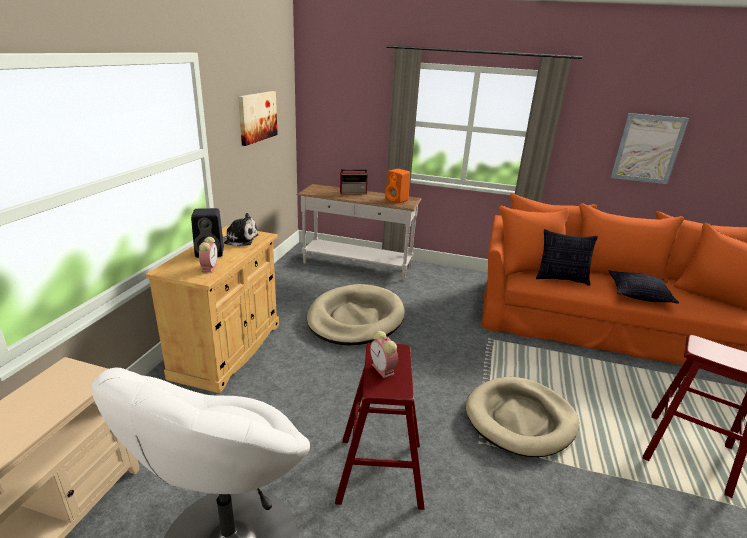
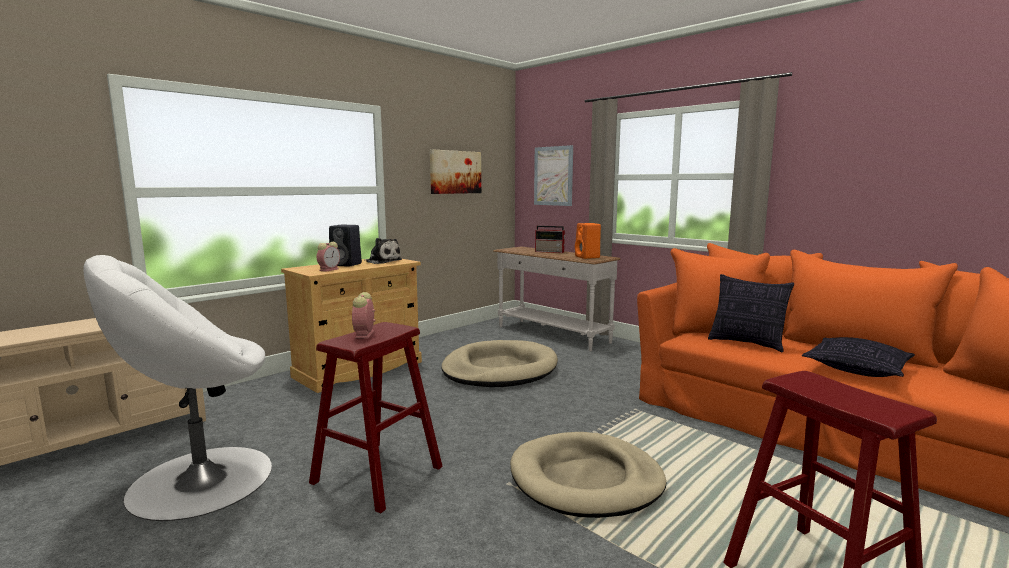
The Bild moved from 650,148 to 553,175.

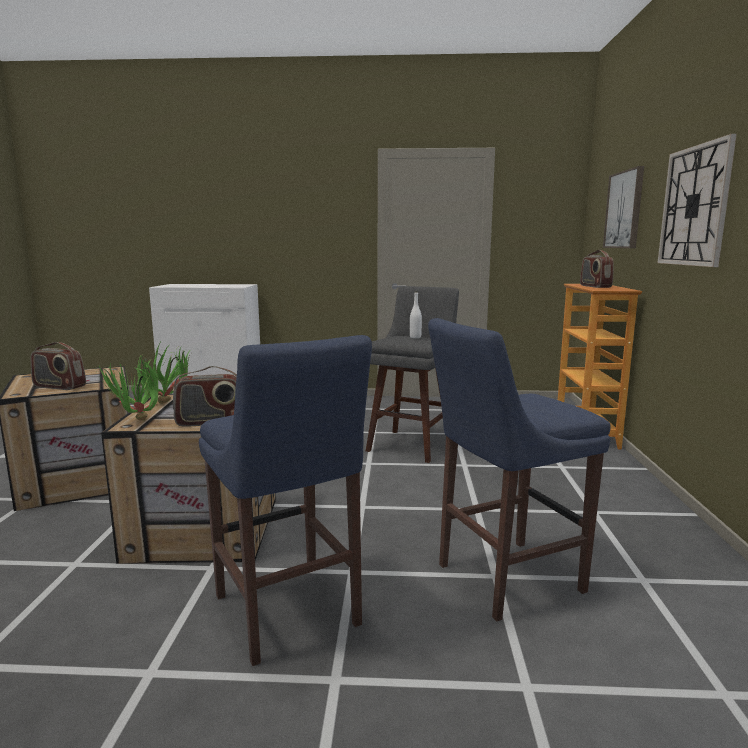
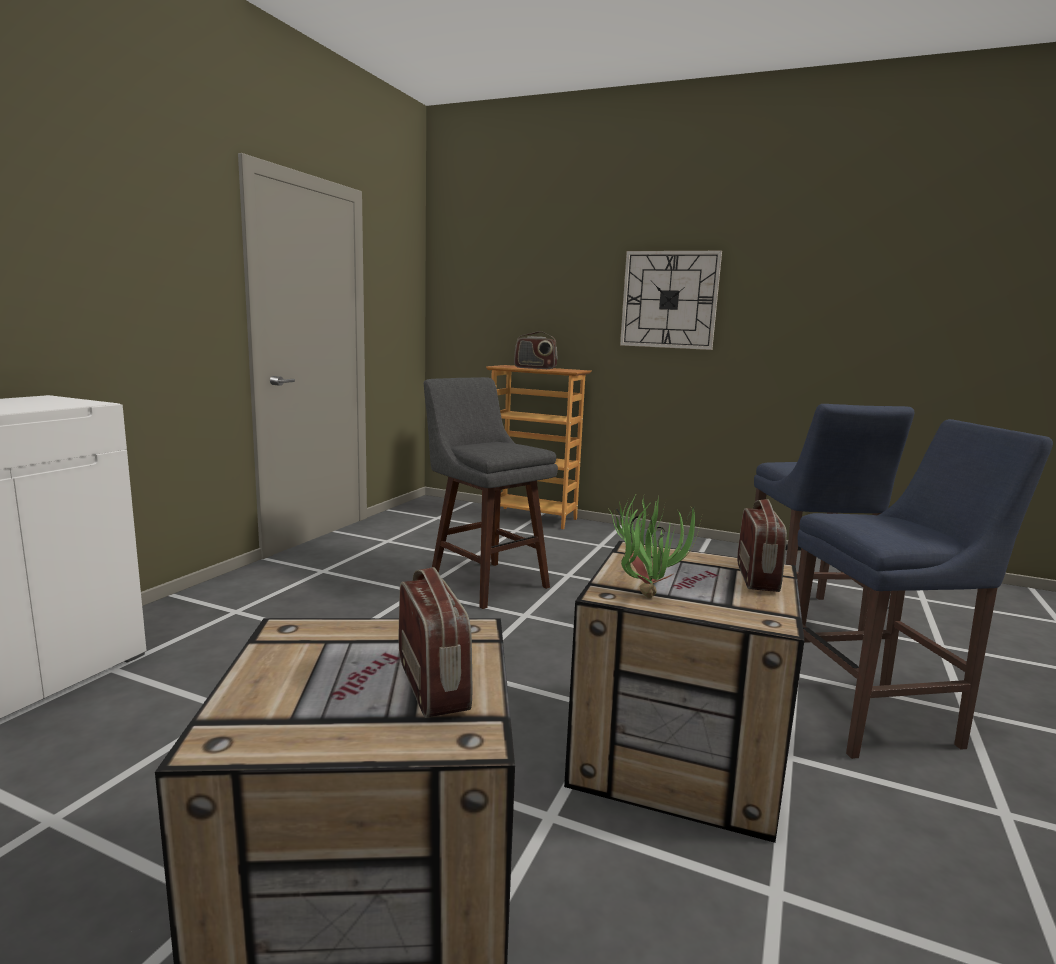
The Radio at 58,366 turned 60 degrees counterclockwise. The Topfpflanze at 127,390 disappeared. The Flasche [weiß] at 416,314 disappeared. The Bild at 623,207 disappeared.

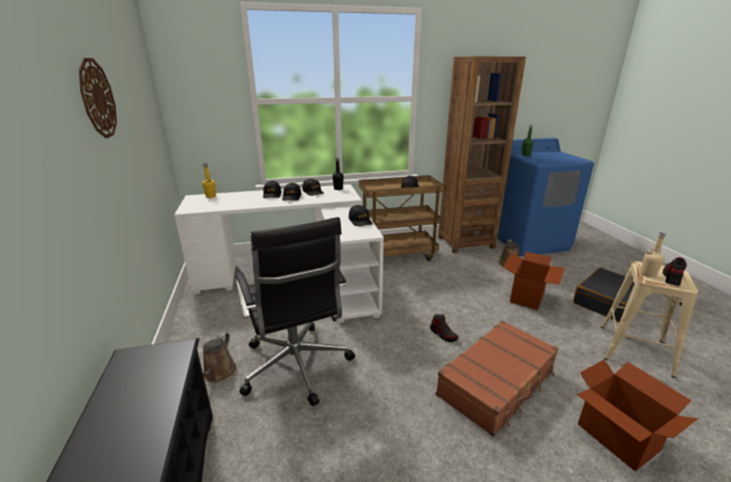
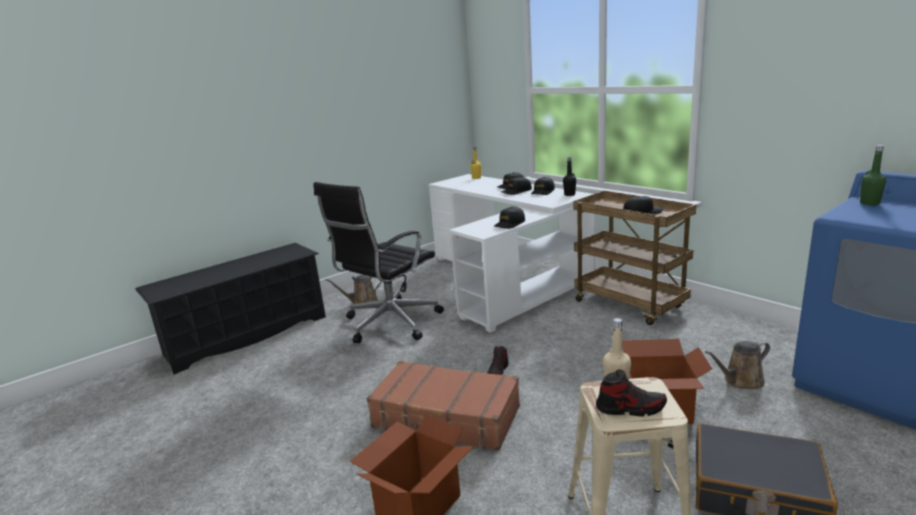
The Wanduhr at 98,98 disappeared. The Bücherregal [braun] at 482,154 disappeared.

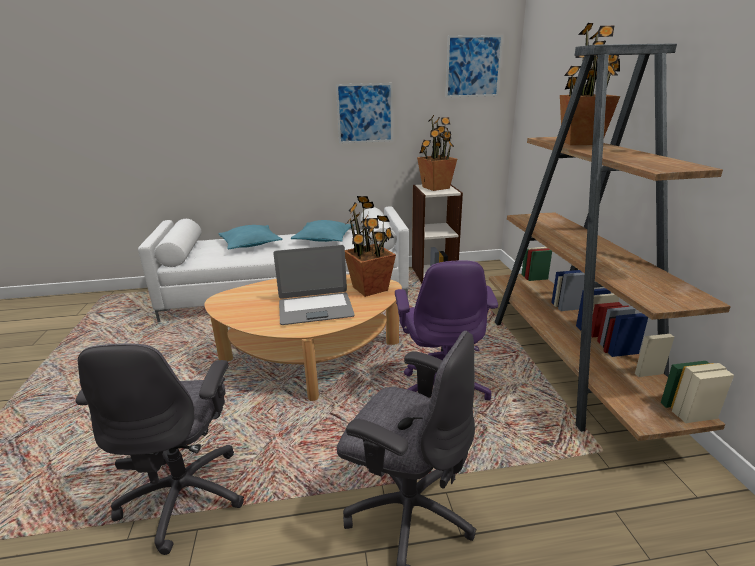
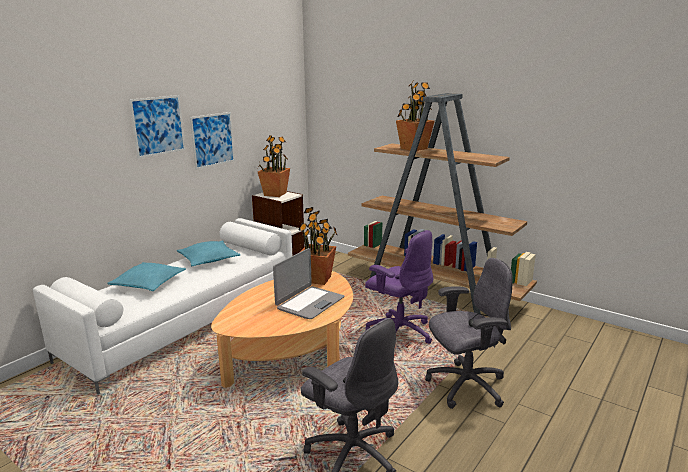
The Bild moved from 474,66 to 157,127.

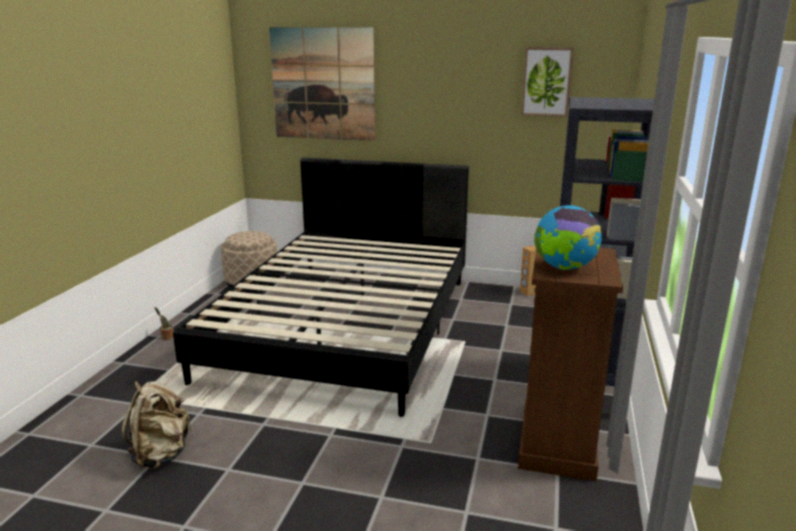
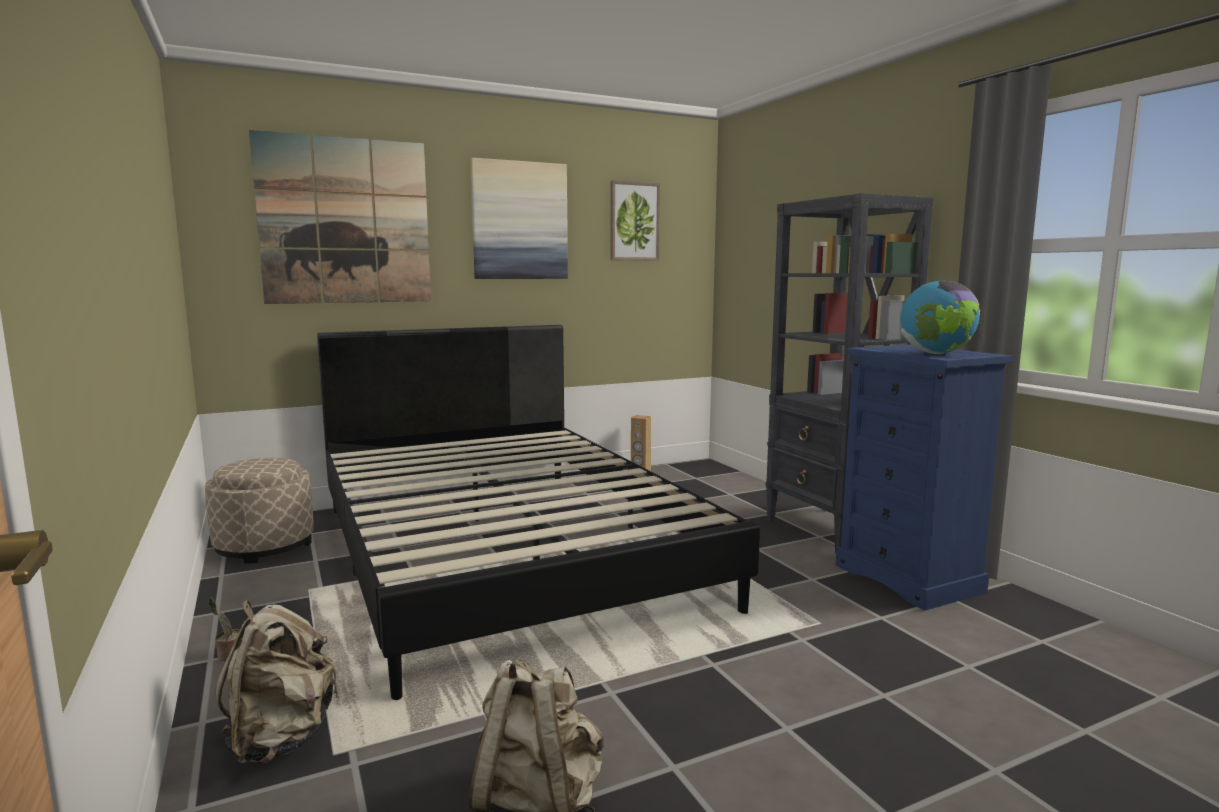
The Kommode [braun] at 570,364 became the Kommode [blau] at 924,477. The Rucksack [beige] at 277,682 appeared. The Bild at 519,218 appeared.

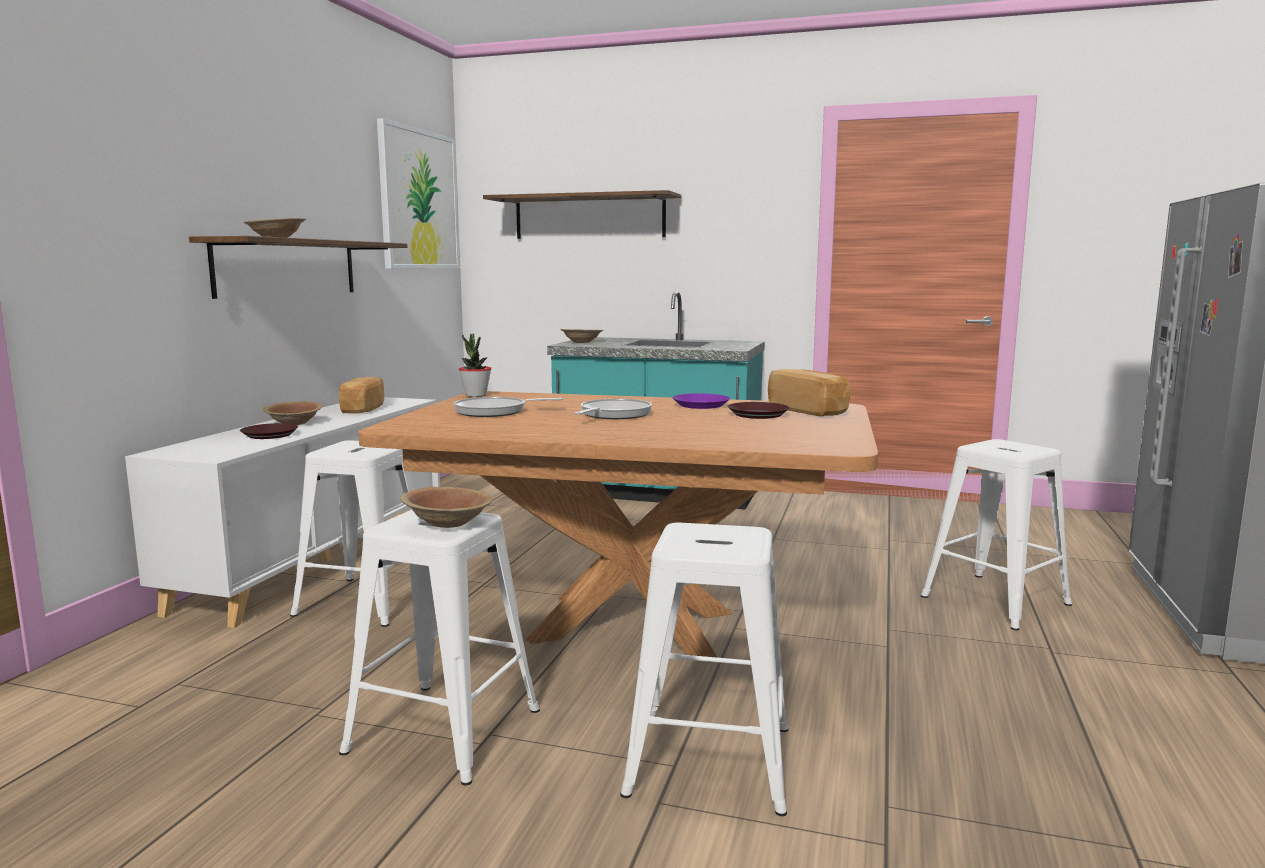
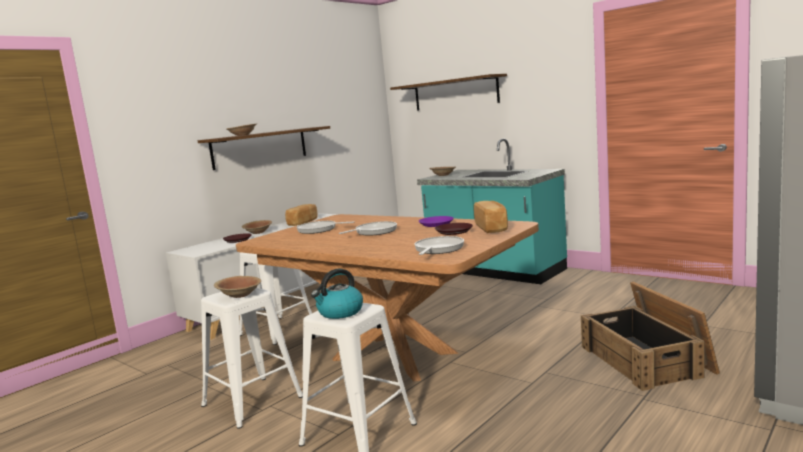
The Bild at 418,193 disappeared. The Topfpflanze at 475,365 disappeared. The Hocker [weiß] at 996,534 was replaced by the Kiste at 650,336. The Wasserkessel at 337,294 appeared. The Pfanne at 439,245 appeared.

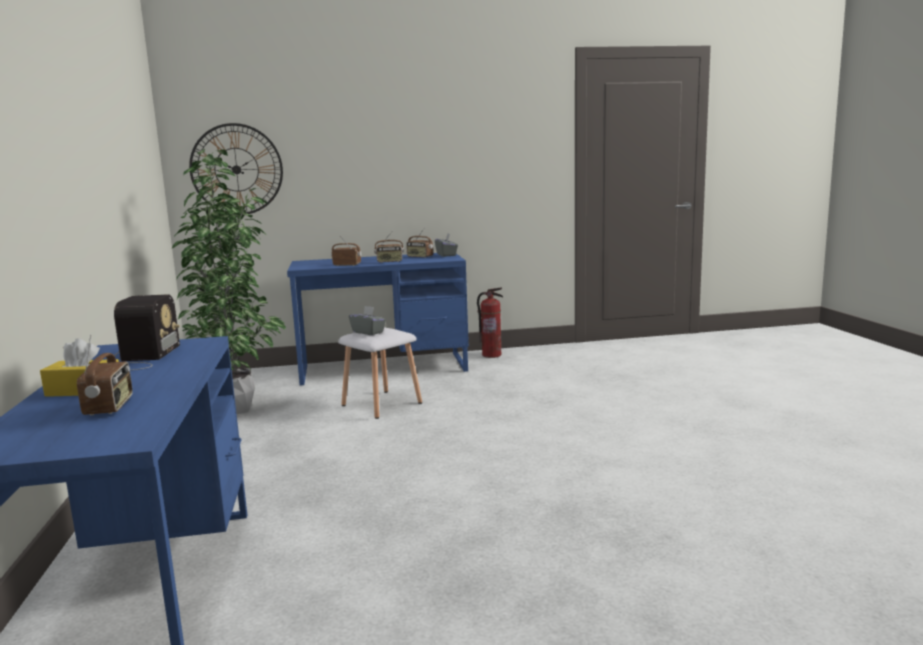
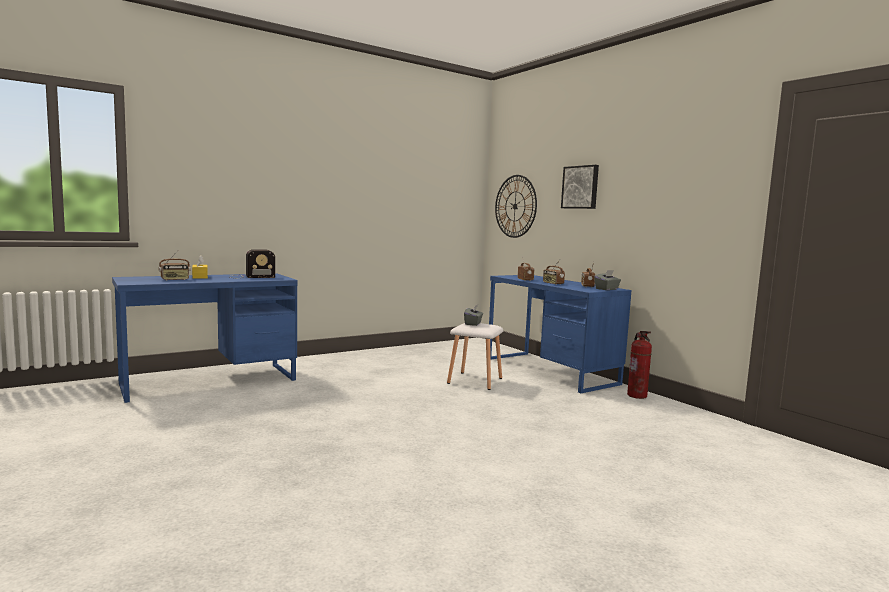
The Topfpflanze at 229,281 disappeared. The Bild at 580,187 appeared.

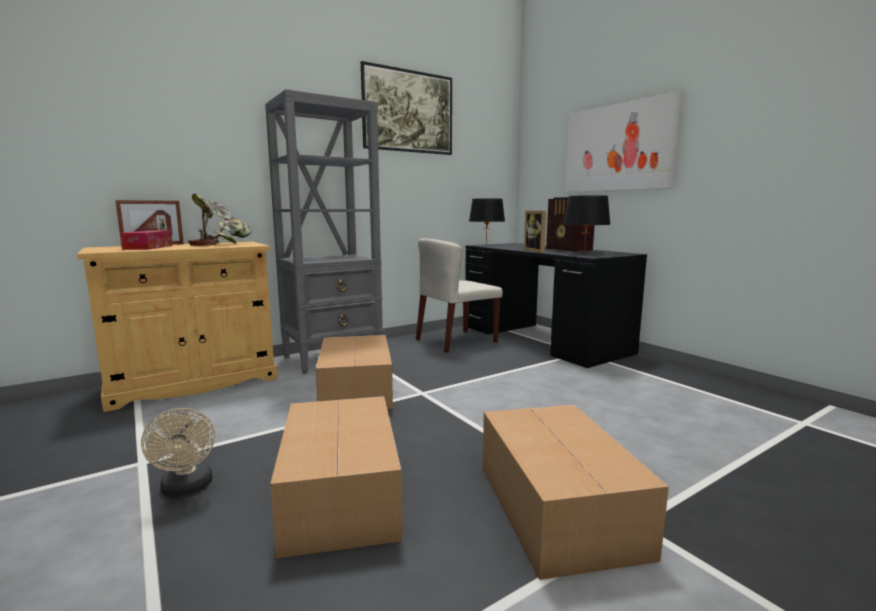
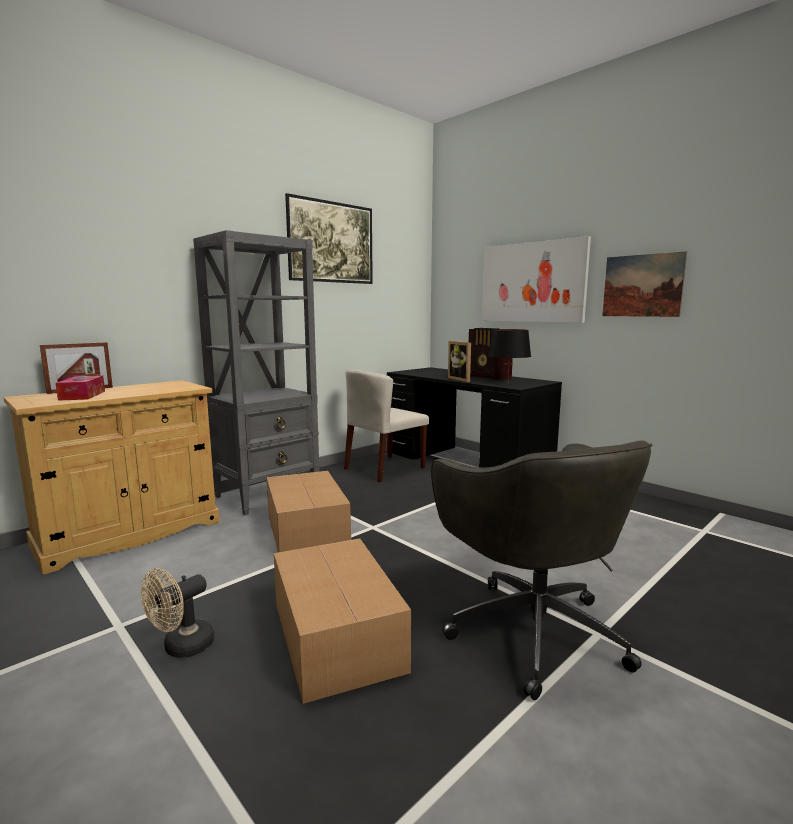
The Ventilator [beige] at 178,452 turned 75 degrees clockwise. The Topfpflanze at 220,220 disappeared. The Tischlampe [schwarz] at 487,221 disappeared. The Karton at 576,492 was replaced by the Bürostuhl [grau] at 541,570. The Bild at 644,284 appeared.

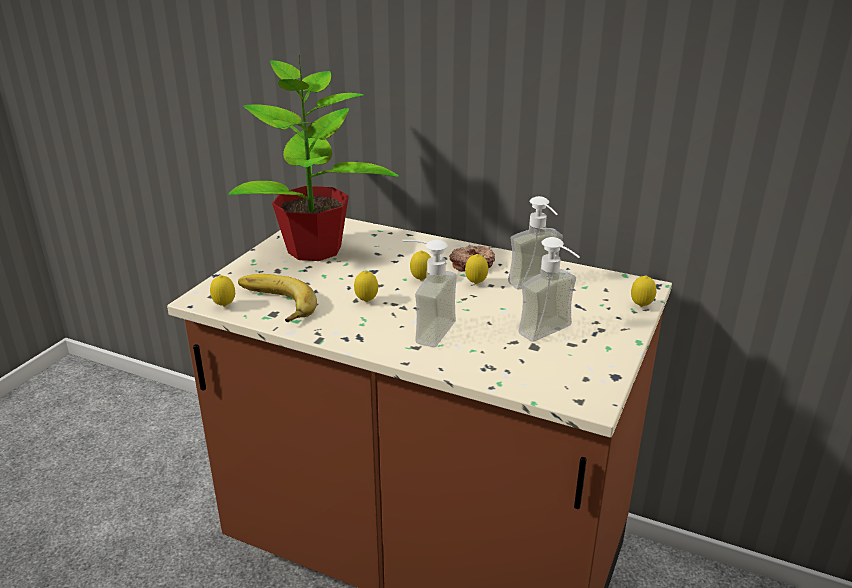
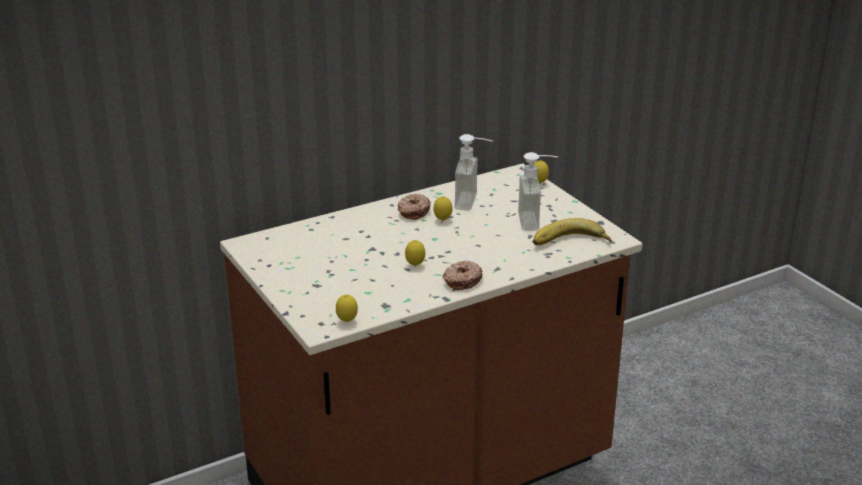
The Topfpflanze at 313,158 disappeared. The Banane moved from 277,298 to 572,231. The Seifenspender at 429,293 disappeared. The Zitrone at 420,266 disappeared. The Donut at 463,275 appeared.

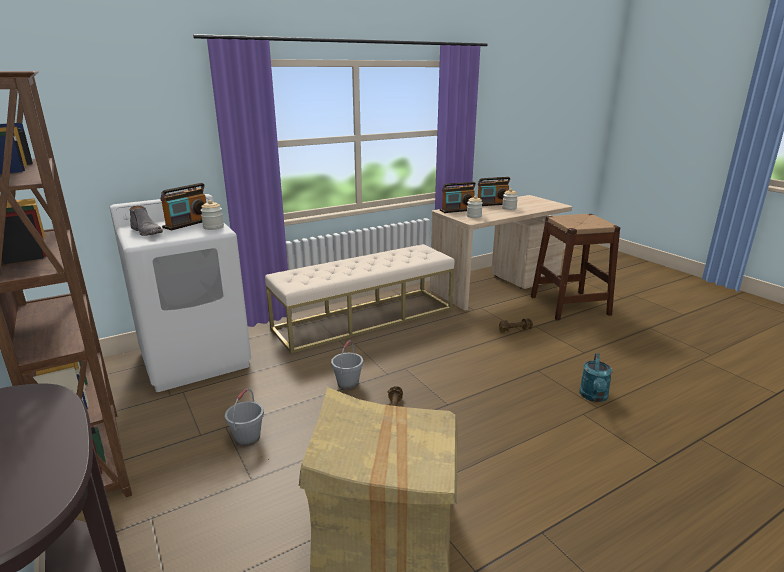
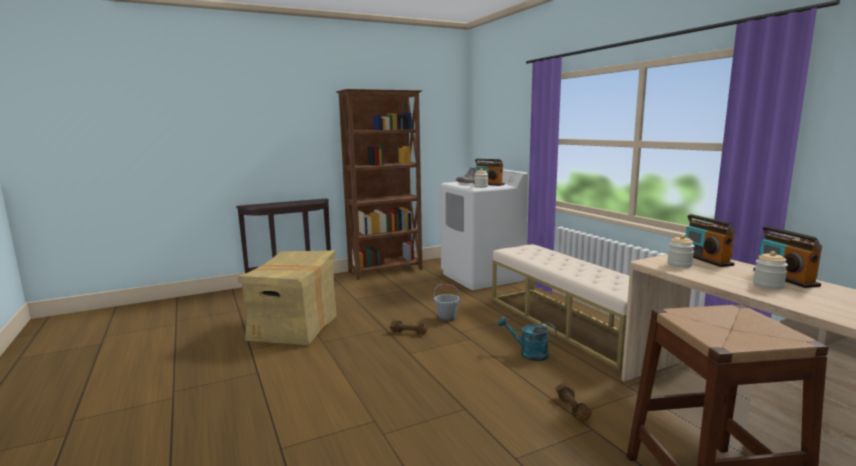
The Eimer [grau] at 244,417 disappeared. The Gießkanne [türkis] moved from 595,377 to 527,338.

